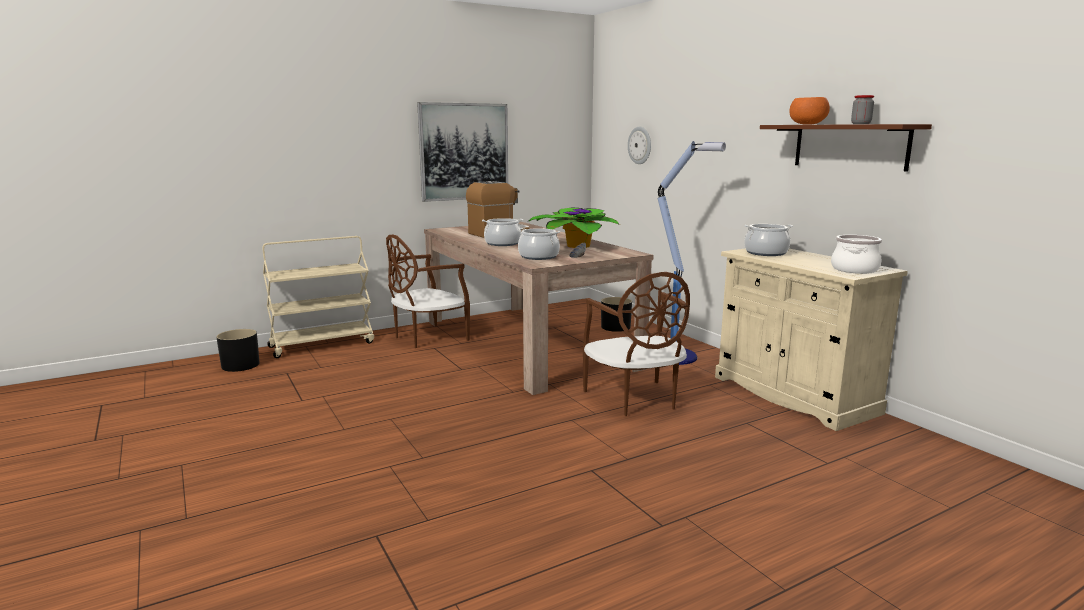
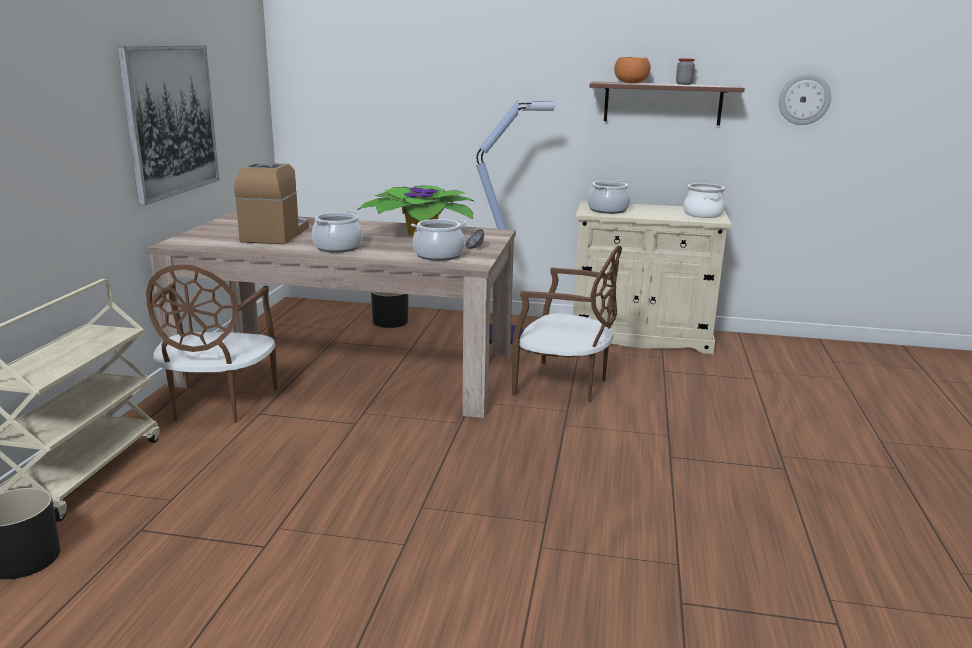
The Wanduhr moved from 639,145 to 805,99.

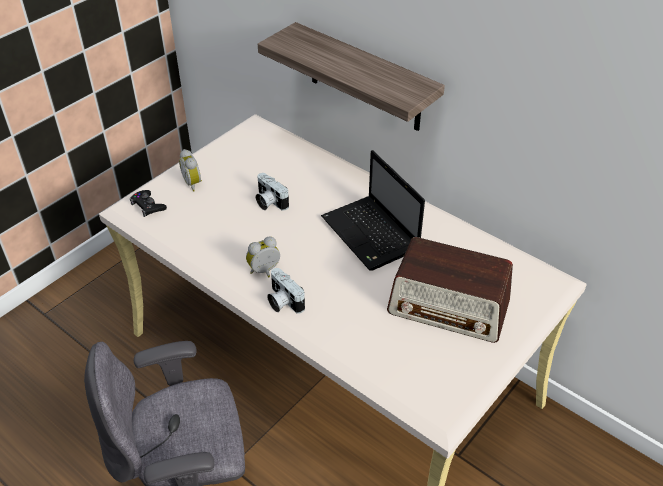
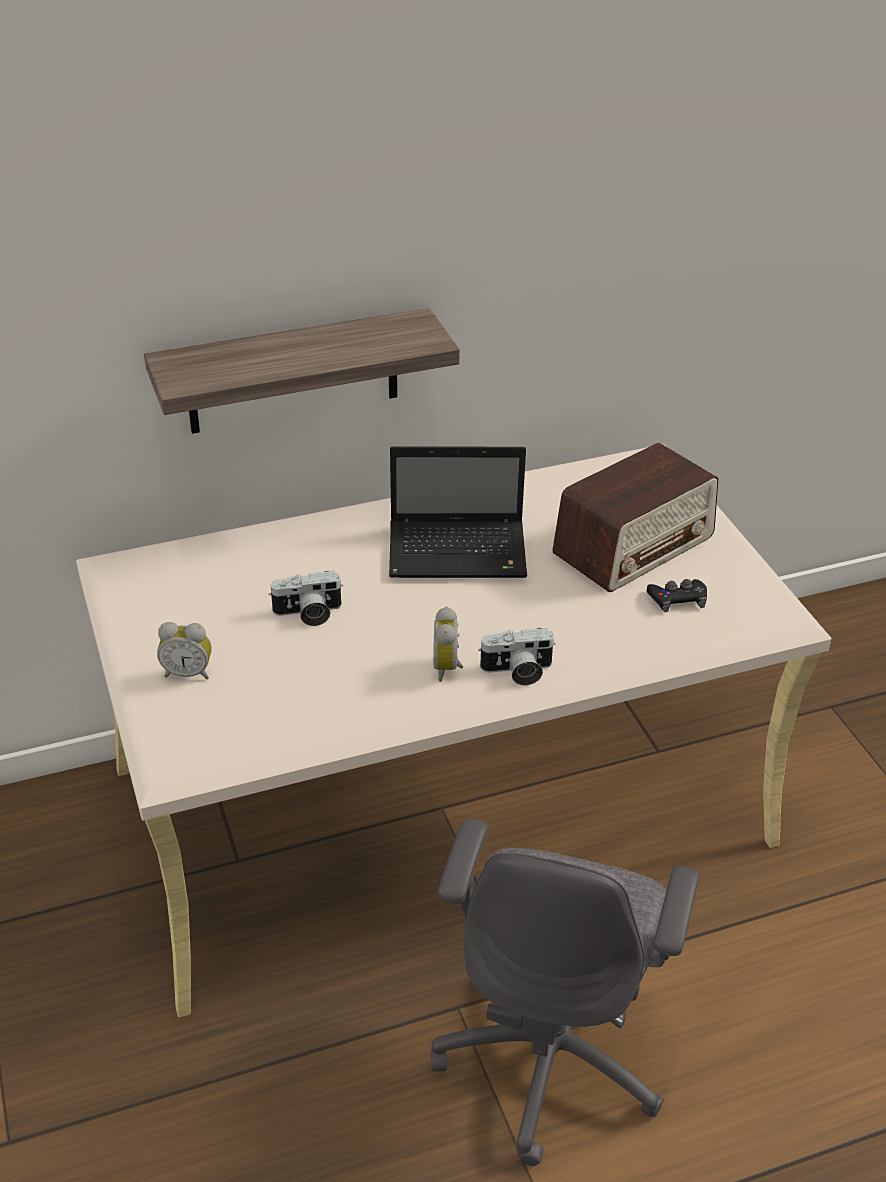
The Gamepad [schwarz] moved from 148,203 to 677,595.

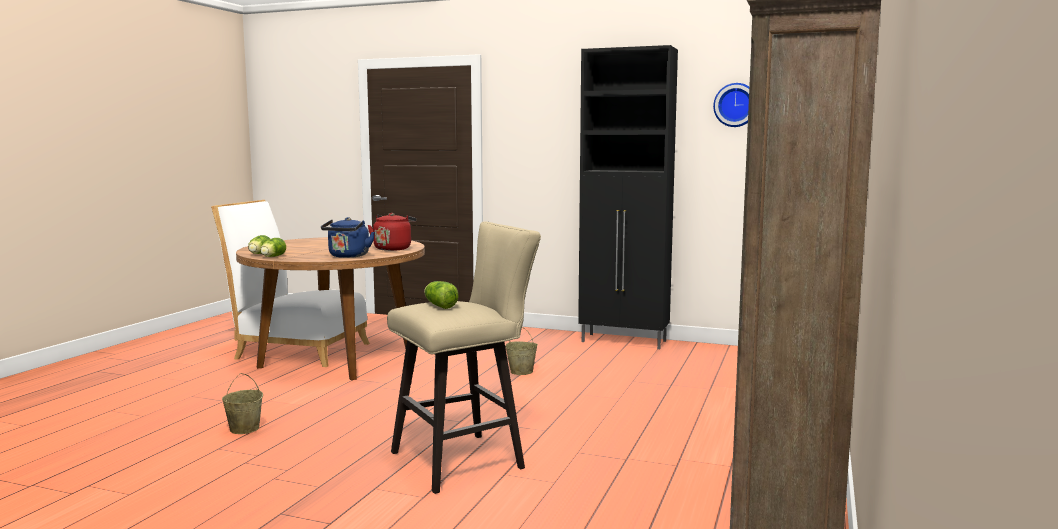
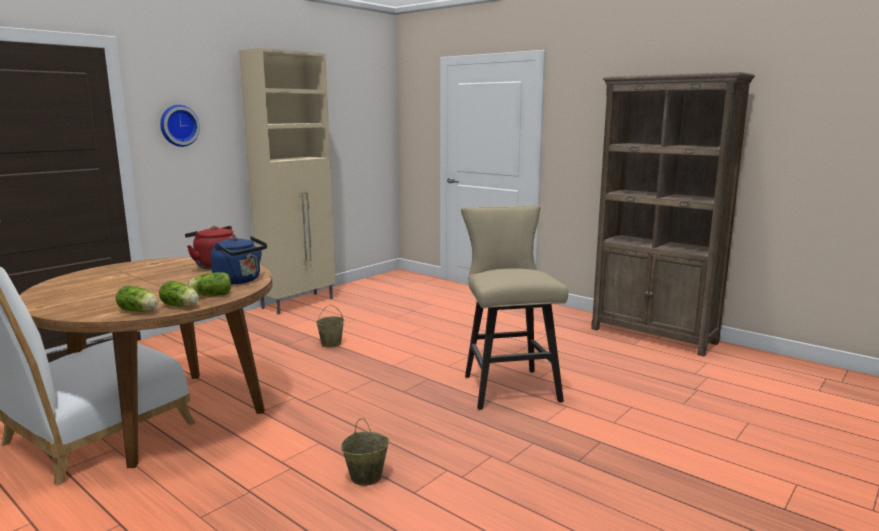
The Salatkopf moved from 441,295 to 209,284. The Schrank [schwarz] at 628,197 became the Schrank [beige] at 287,181. The Wanduhr moved from 731,105 to 180,126.

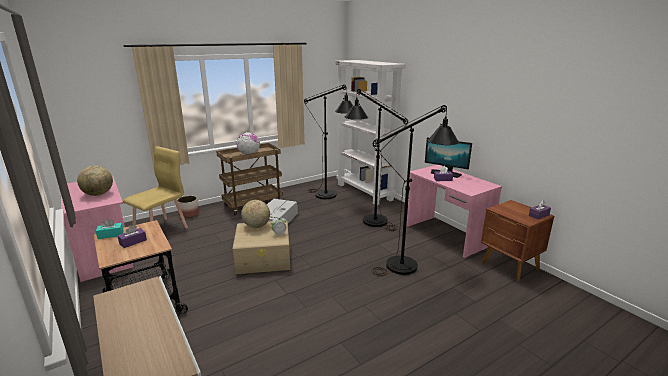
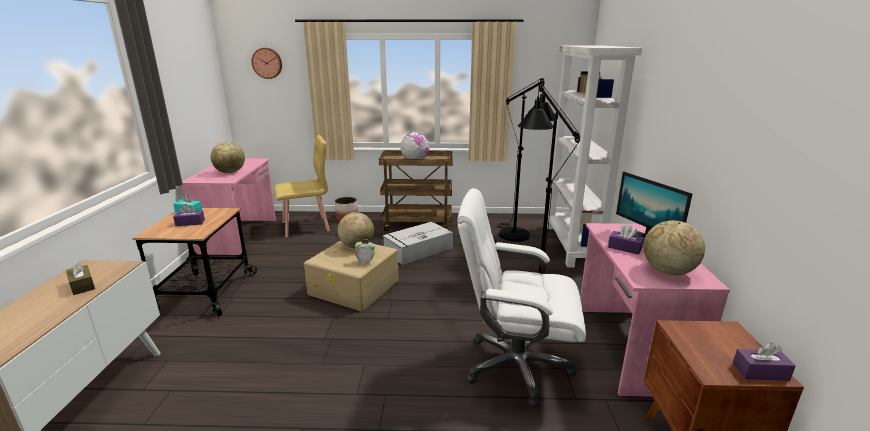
The Stehlampe [schwarz] at 415,191 was replaced by the Bürostuhl [weiß] at 521,298. The Taschentuchbox [braun] at 80,277 appeared. The Wanduhr at 266,63 appeared. The Globus at 674,247 appeared.

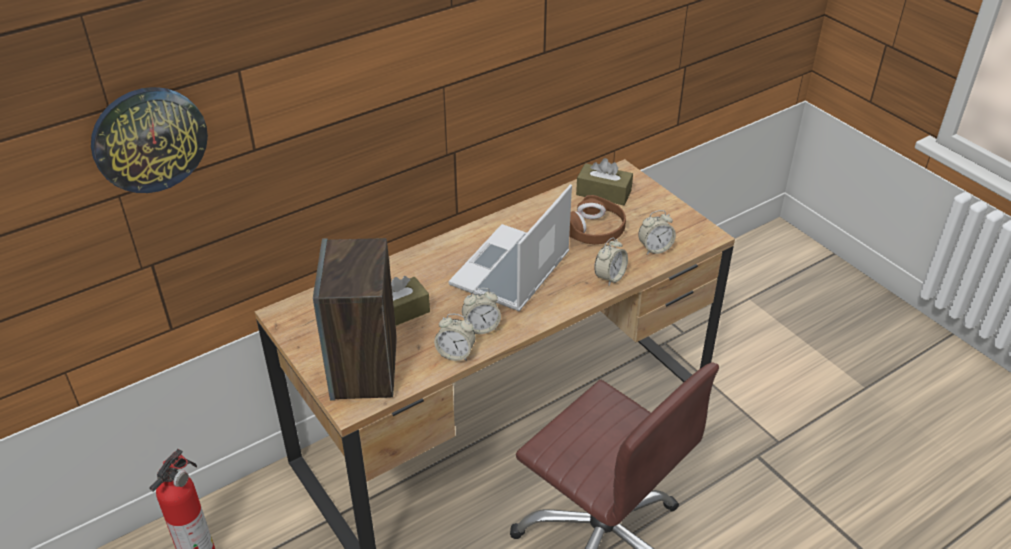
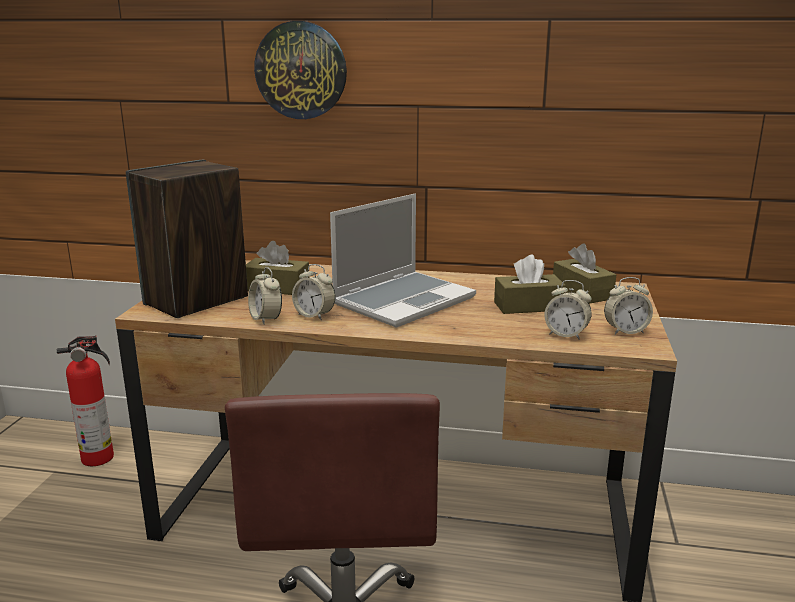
The Wanduhr moved from 149,140 to 300,70. The Laptop at 510,248 turned 150 degrees clockwise. The Kopfhörer [braun] at 597,219 was replaced by the Taschentuchbox [braun] at 530,284. The Wecker moved from 611,261 to 628,306.

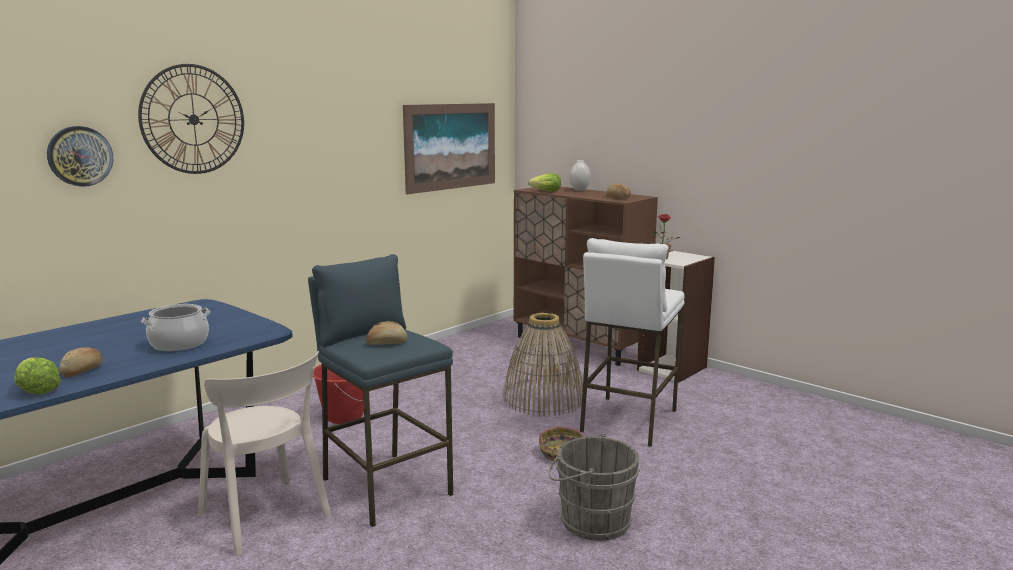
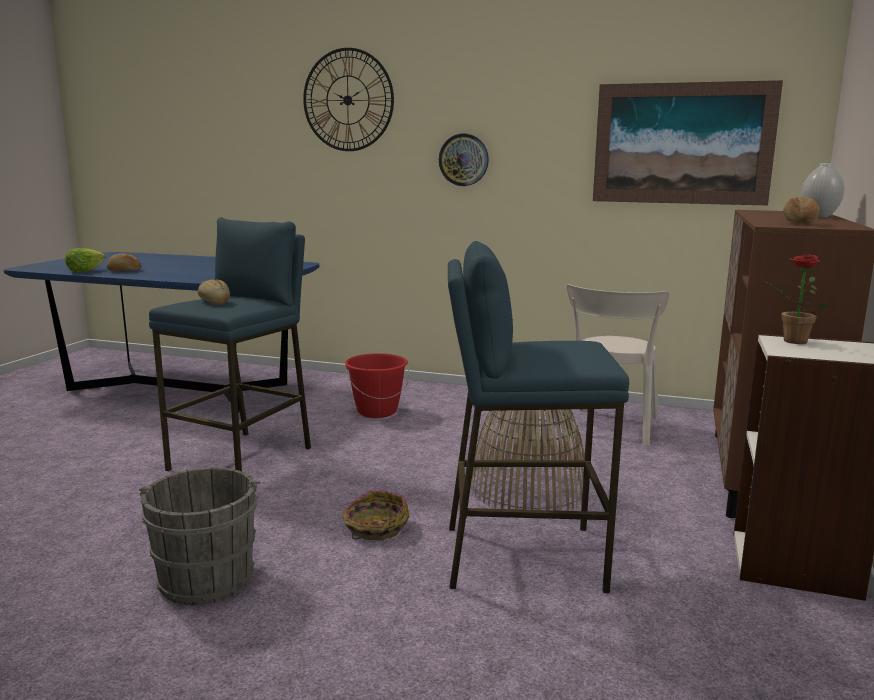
The Wanduhr moved from 80,156 to 464,160. The Kochtopf at 175,327 disappeared. The Stuhl [beige] moved from 265,453 to 615,365. The Salatkopf at 544,182 disappeared. The Hocker [weiß] at 632,342 became the Hocker [blau] at 538,417.

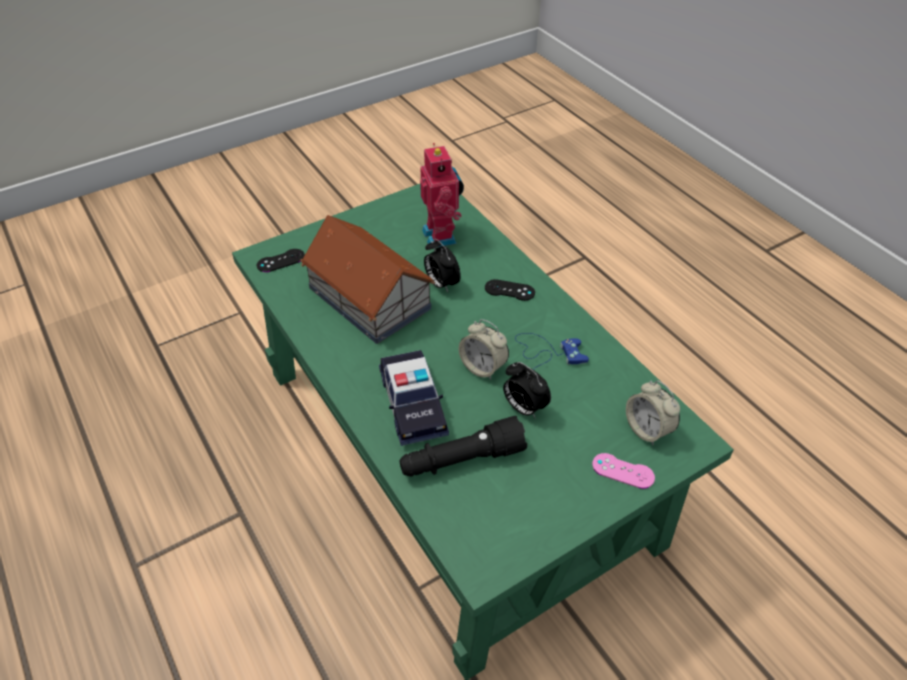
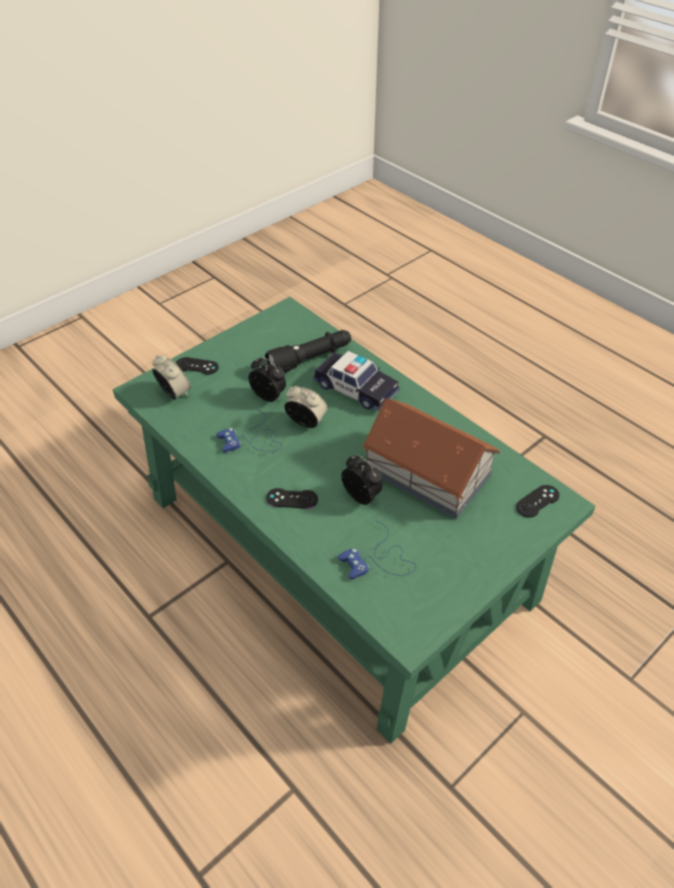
The Spielzeugauto at 414,398 turned 150 degrees clockwise. The Spielzeugroboter at 442,195 was replaced by the Gamepad [blau] at 377,550. The Gamepad [rosa] at 623,471 became the Gamepad [schwarz] at 197,366.

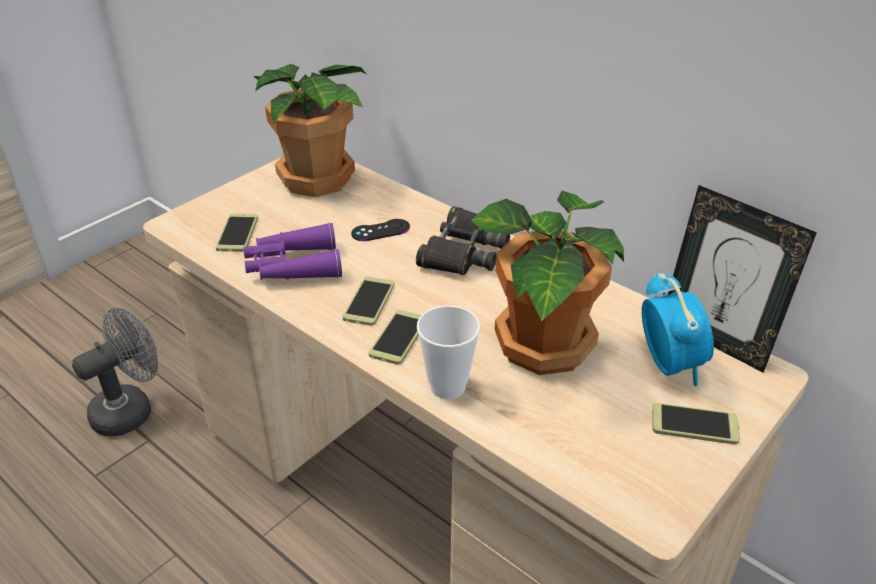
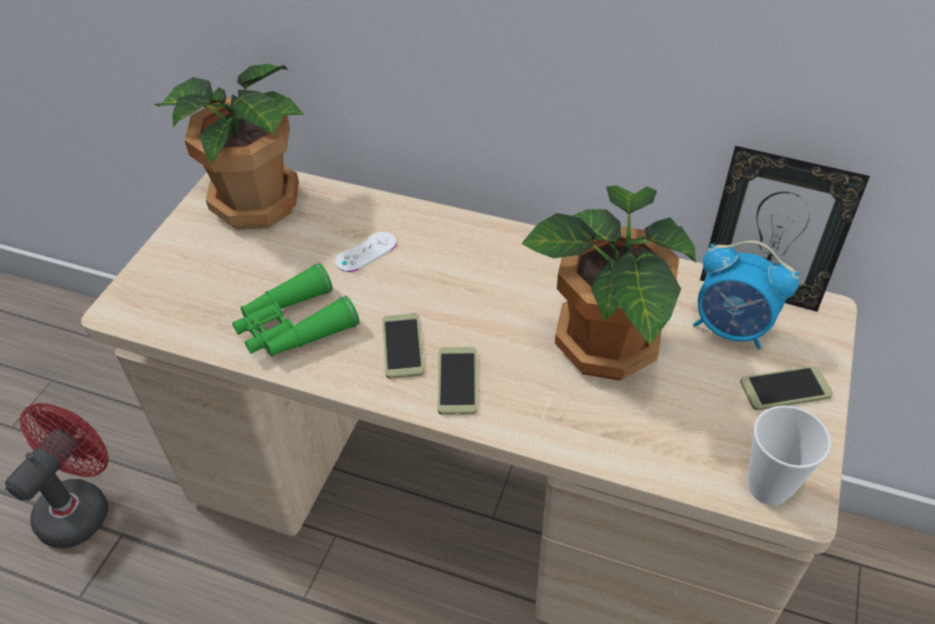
The Ventilator [grau] at 115,372 became the Ventilator [rot] at 57,475. The Handy at 236,232 disappeared. The Fernglas [lila] at 292,251 became the Fernglas [grün] at 295,310. The Gamepad [schwarz] at 380,230 became the Gamepad [weiß] at 366,252. The Fernglas [schwarz] at 463,240 disappeared. The Tasse moved from 448,352 to 789,455. The Wecker at 678,328 turned 150 degrees clockwise.

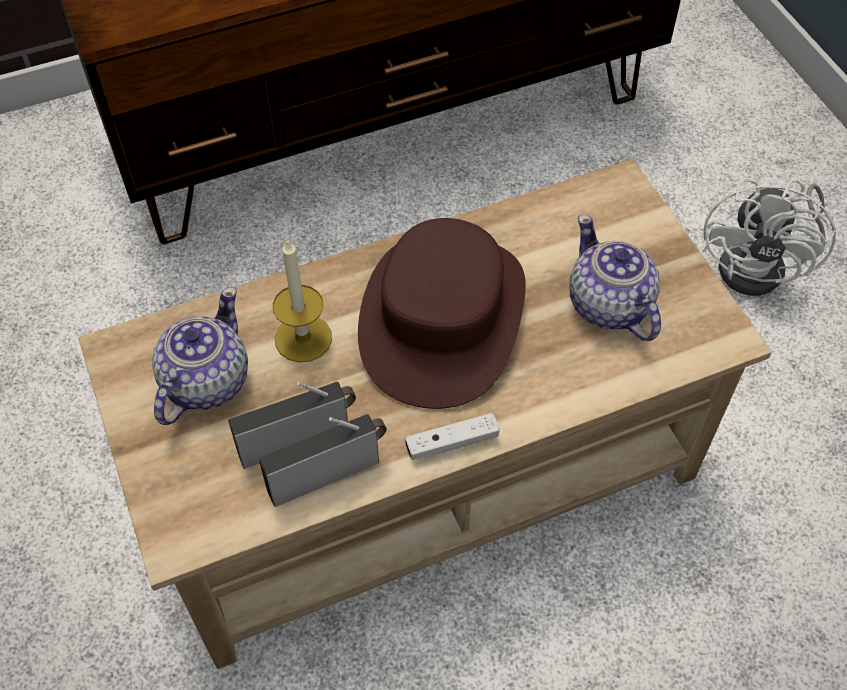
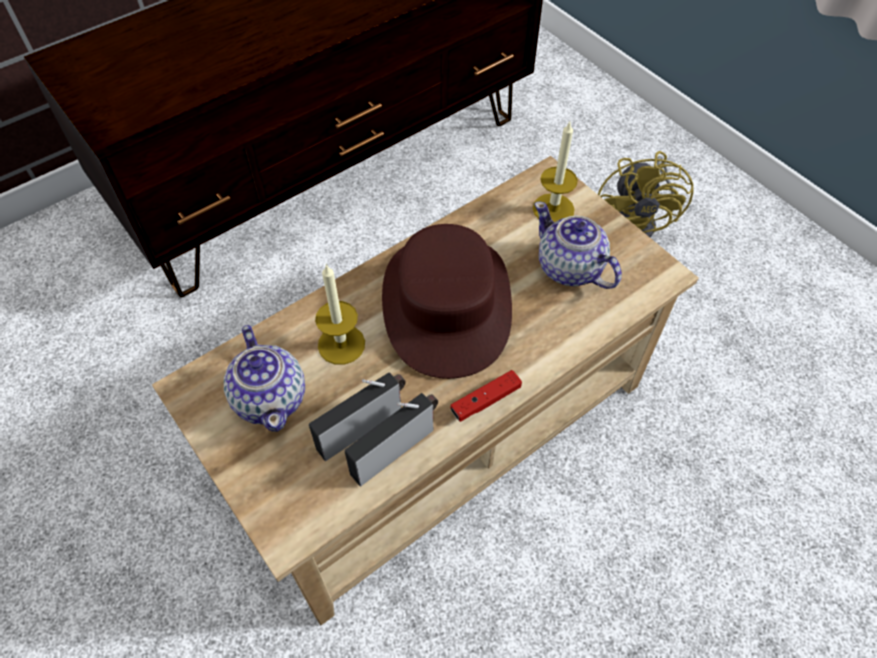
The Teekanne at 200,355 turned 150 degrees clockwise. The Gamepad [weiß] at 452,436 became the Gamepad [rot] at 486,396. The Ventilator [weiß] at 769,237 became the Ventilator [gelb] at 646,194. The Kerze at 555,172 appeared.

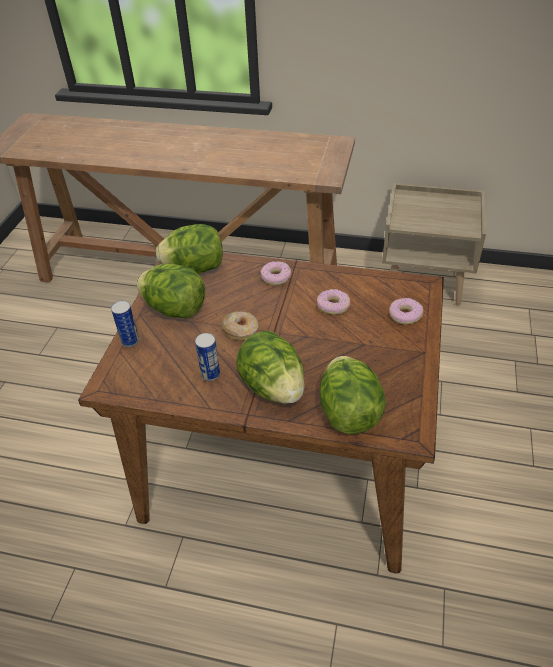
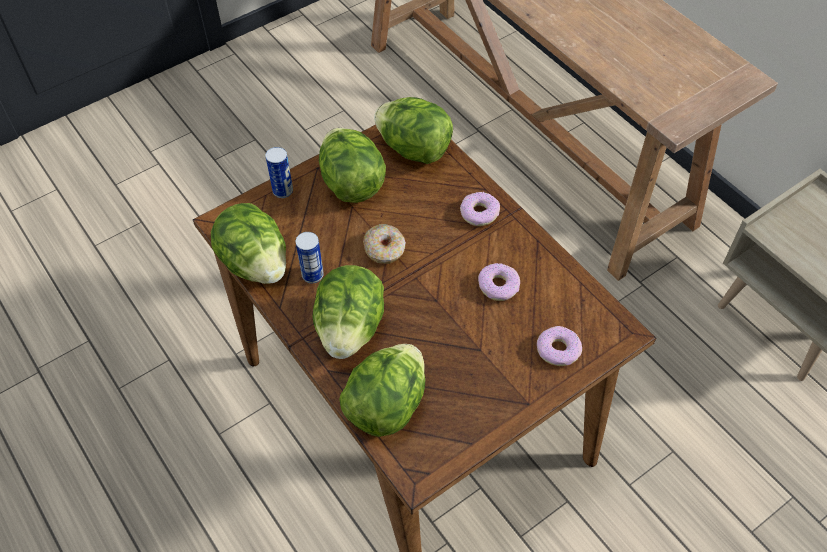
The Salatkopf at 248,243 appeared.

